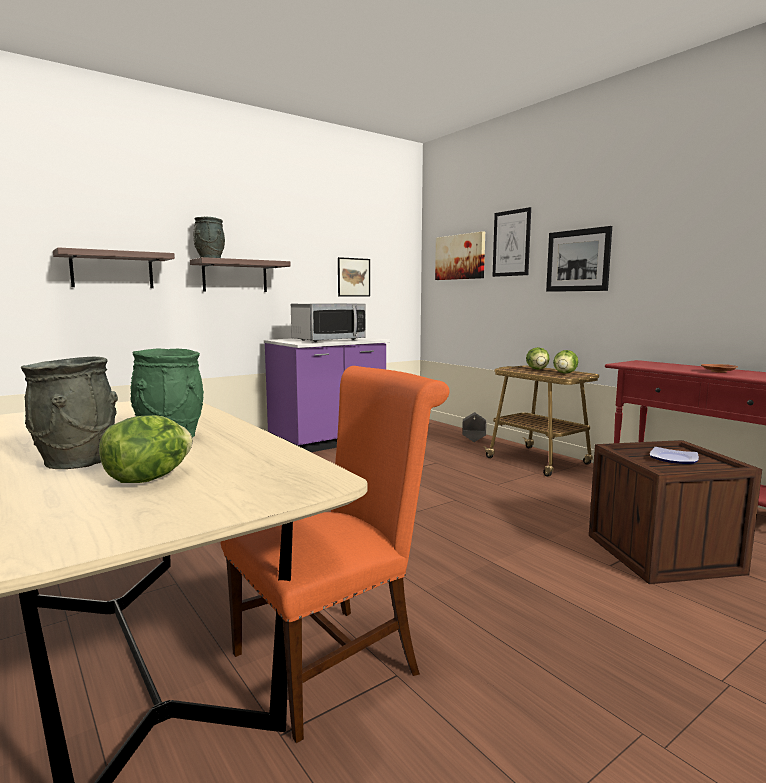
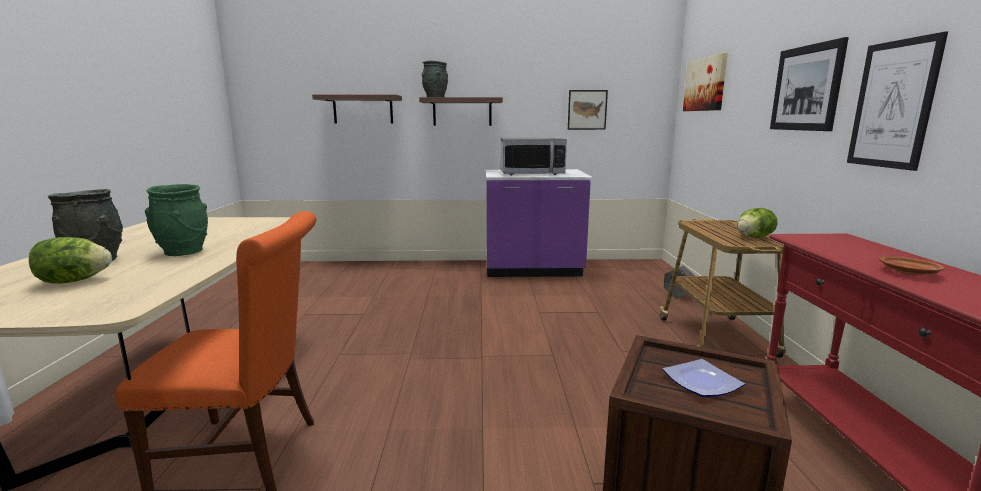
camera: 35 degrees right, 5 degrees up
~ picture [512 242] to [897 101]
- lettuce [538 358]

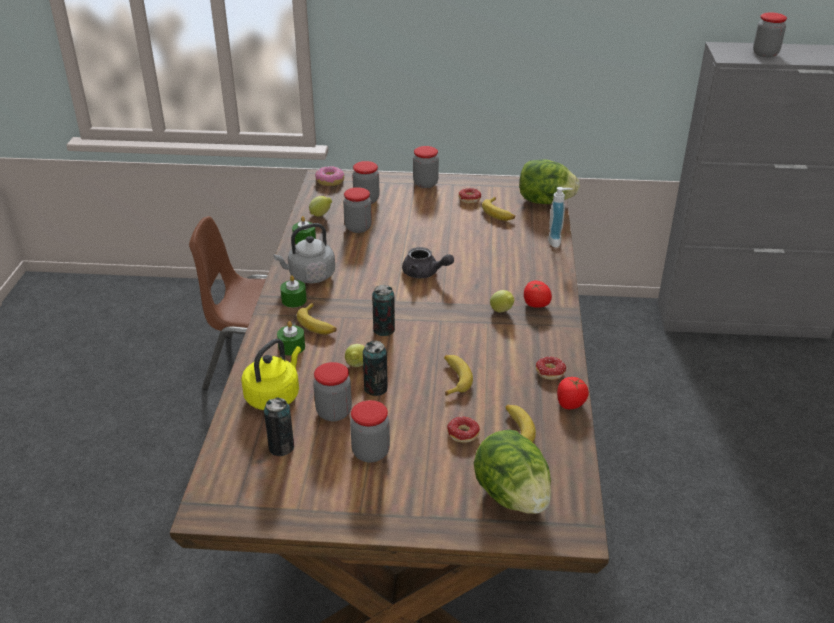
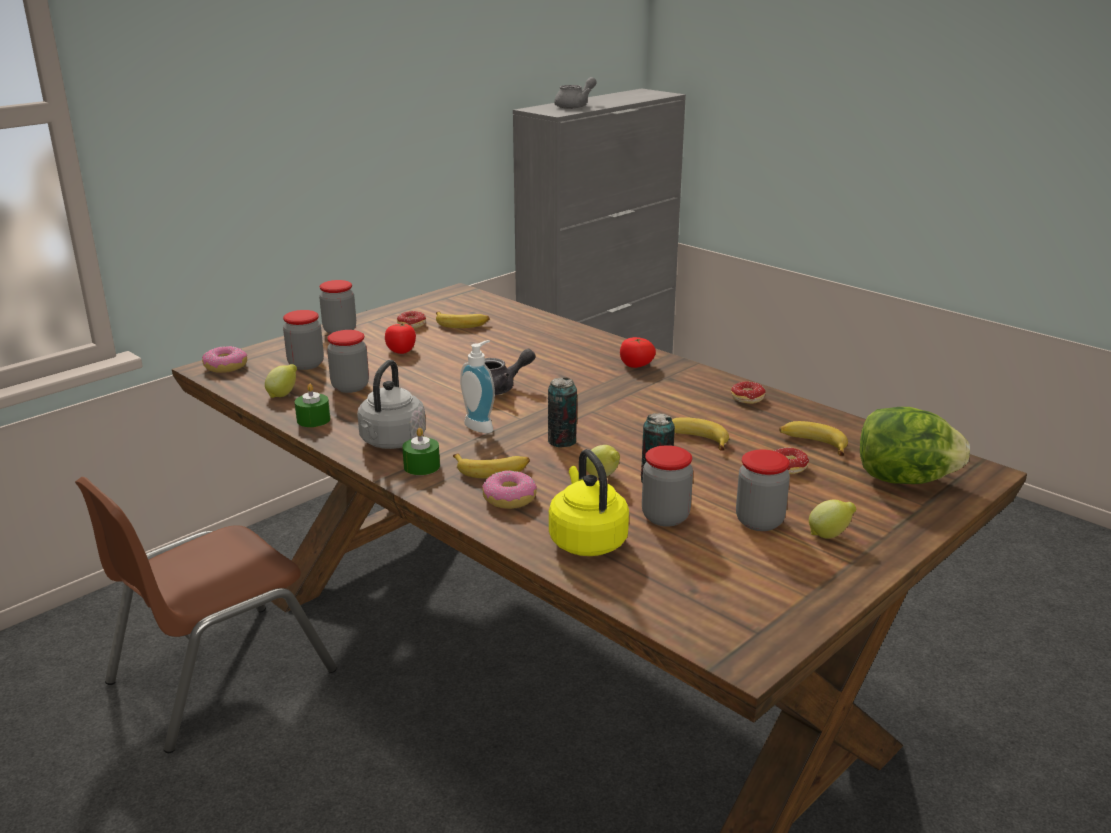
camera: 50 degrees left, 10 degrees down
~ jar [770 34] to grey teapot [575 93]
- lettuce [549 181]
~ soap dispenser [560 217] to [477 386]
~ lemon [502 301] to [832 519]
~ green candle [291 338] to donut [509 489]
~ tomato [573 393] to [400 338]
- can [279 426]

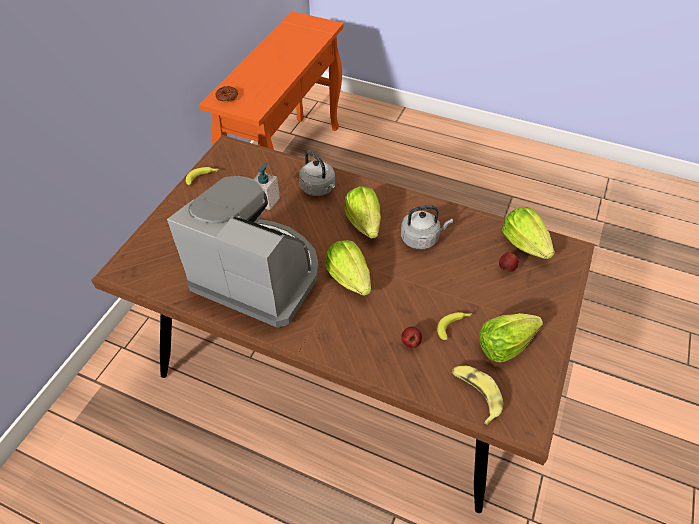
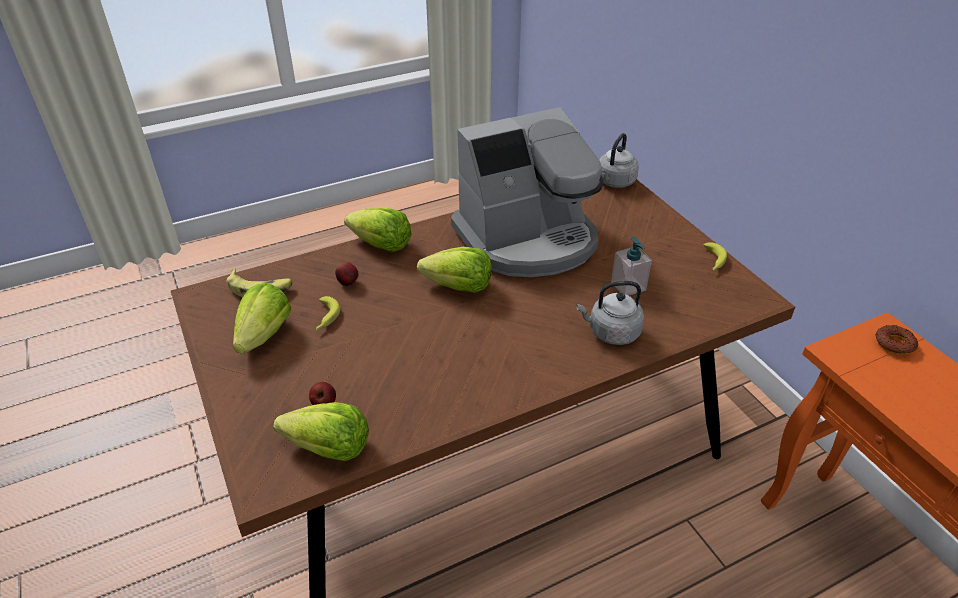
camera: 130 degrees right, 10 degrees down
~ lettuce [362 212] to [378 229]
~ grey kettle [427 227] to [619 160]

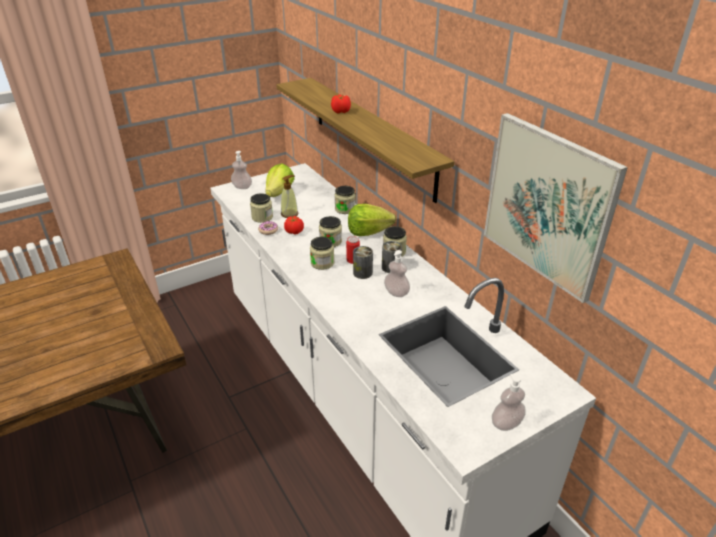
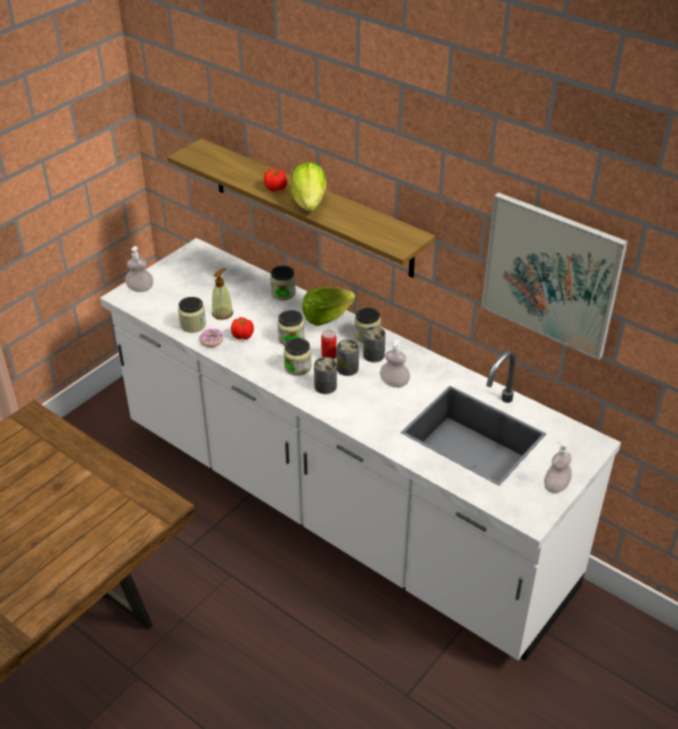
camera: 20 degrees left, 5 degrees up
~ lettuce [280 180] to [309 186]
+ can [325 375]

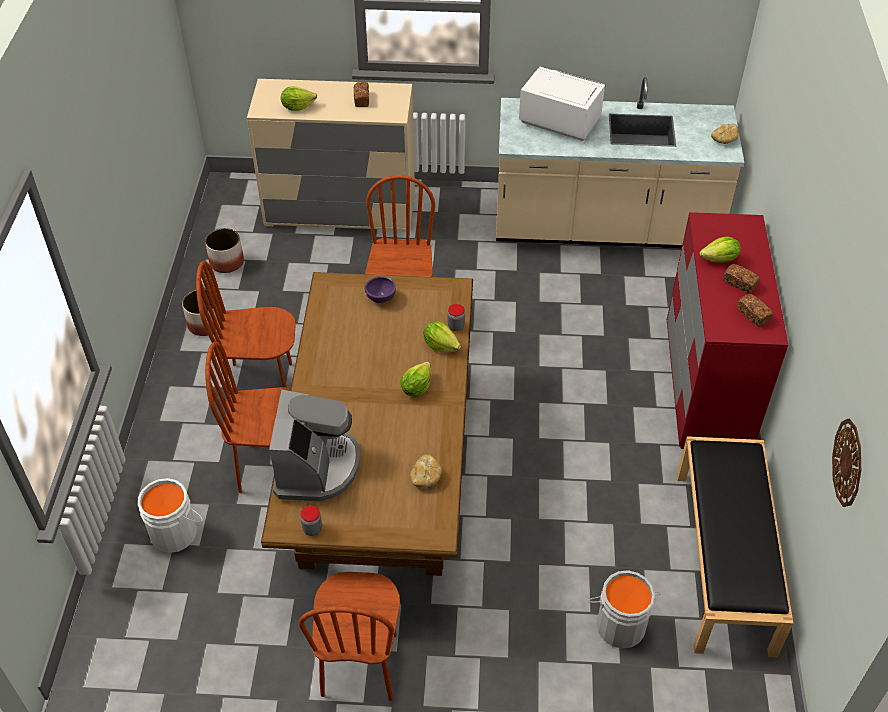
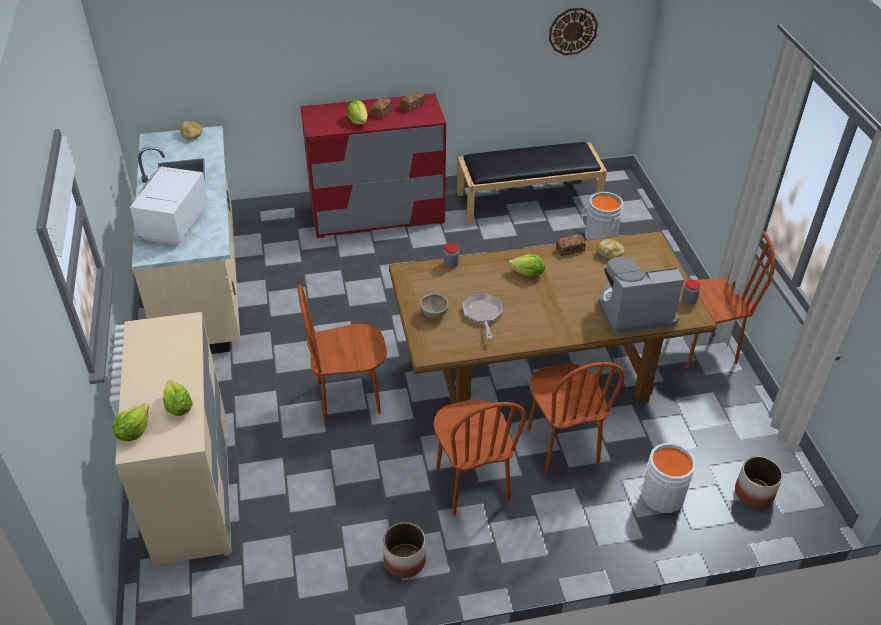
camera: 105 degrees left, 5 degrees down
~ bread [361 94] to [571 245]
~ planter [224 250] to [759 482]
~ purple bowl [380 289] to beige bowl [434 306]
~ lettuce [442 336] to [131 422]
+ frying pan [482 316]

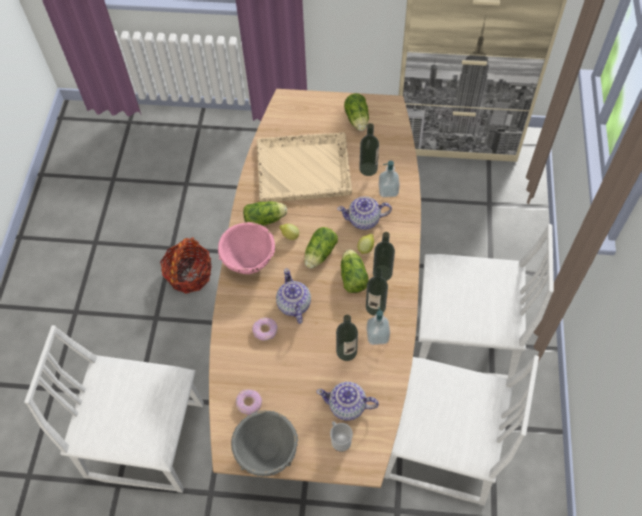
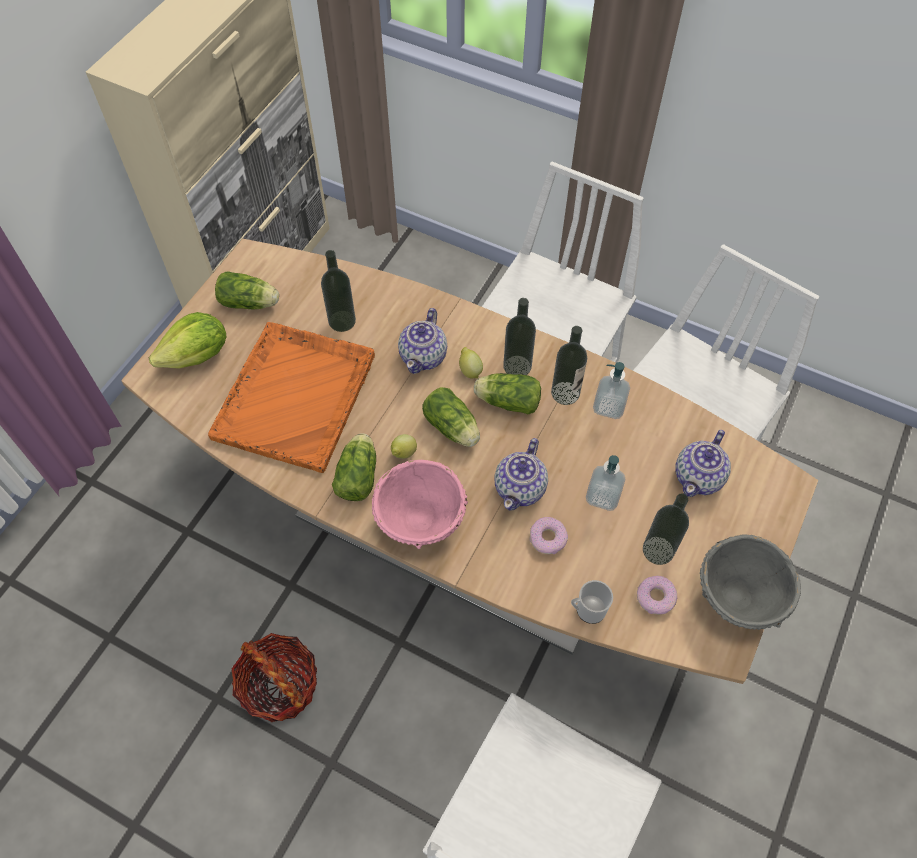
camera: 70 degrees left, 0 degrees up
~ beige tray [304 167] to orange tray [291 397]
~ soap dispenser [389 179] to [606 483]
~ teapot [293 296] = [521 474] 75 degrees counterclockwise
~ bottle [347 338] to [666 529]
~ mug [341 436] to [592 602]
+ lettuce [187 340]

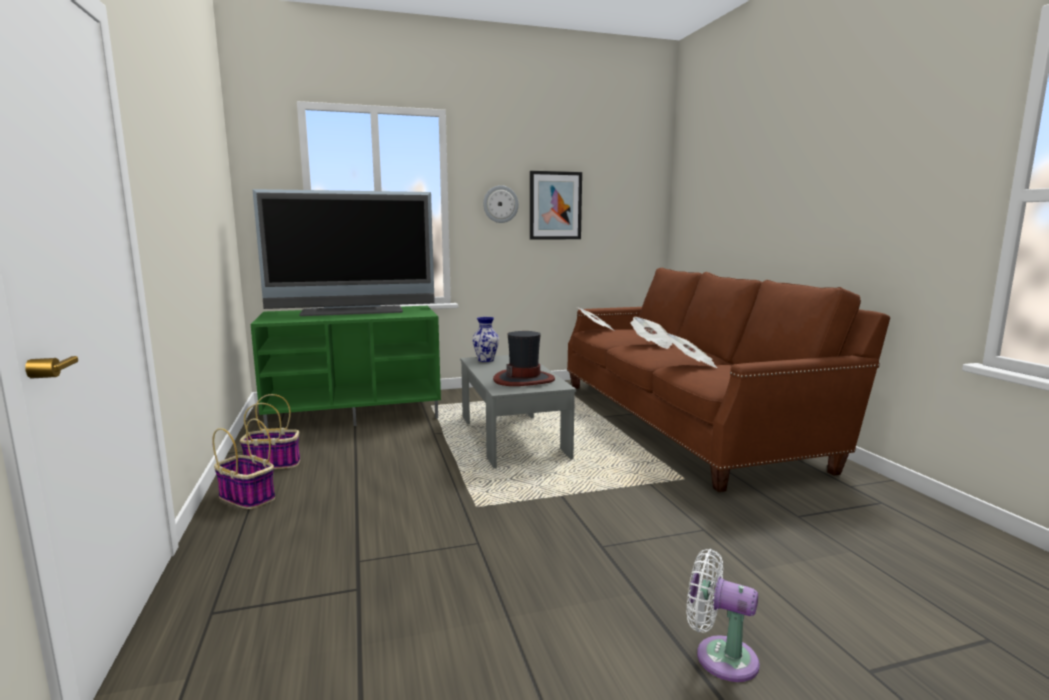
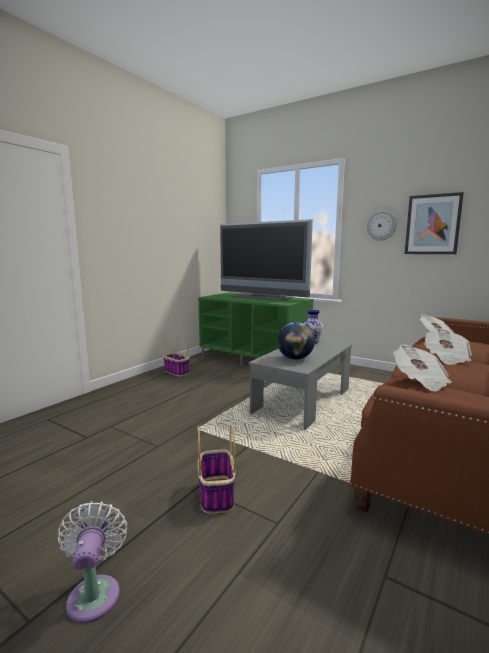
camera: 50 degrees right, 0 degrees up
~ hat [524 358] to globe [296 341]
~ basket [243 463] to [217 469]

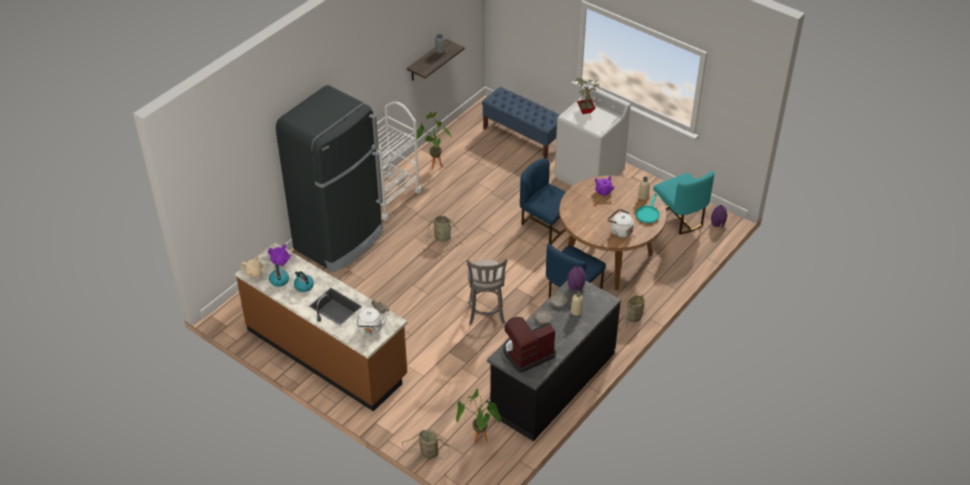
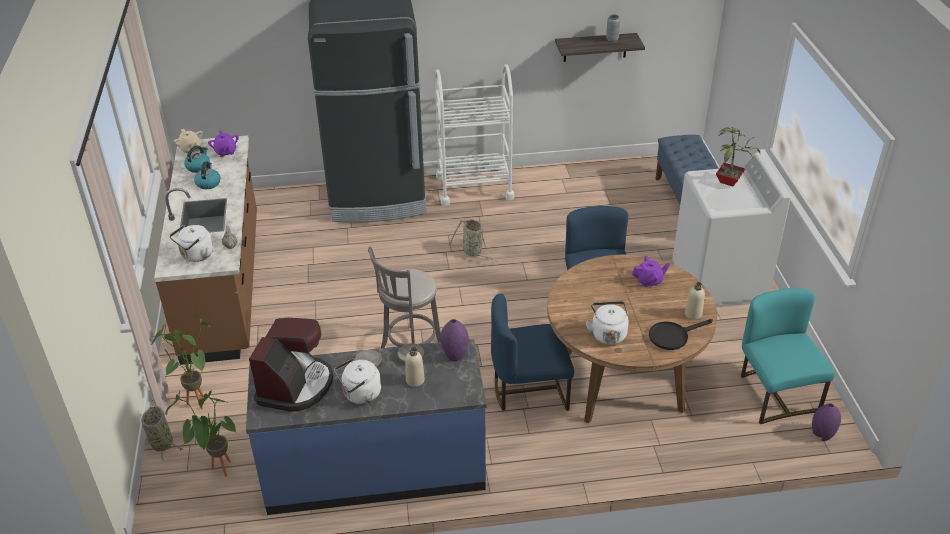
camera: 45 degrees right, 5 degrees down
~ potted plant [434 141] to [180 362]
~ turquoise chair [683 203] = [788 356] 150 degrees clockwise
~ turquoise frying pan [648 208] to black frying pan [681 334]
~ black counter [554 360] to blue counter [366 427]
- basket [632 313]
~ coffee machine [529 345] = [291 365] 90 degrees clockwise
+ white kettle [357 381]

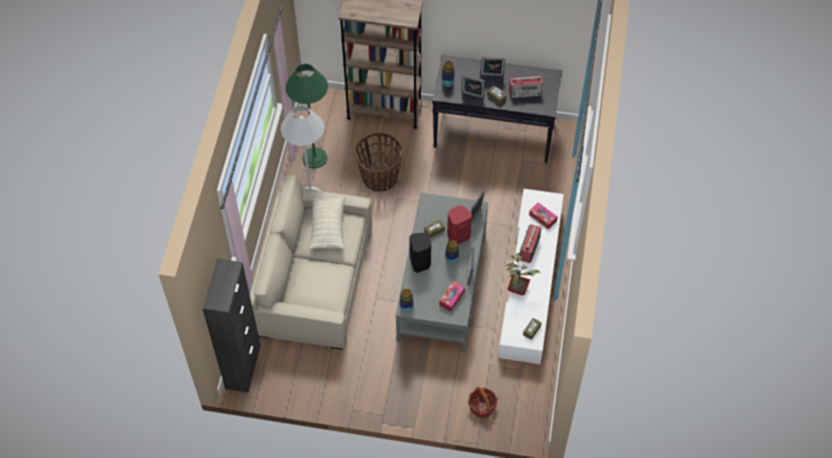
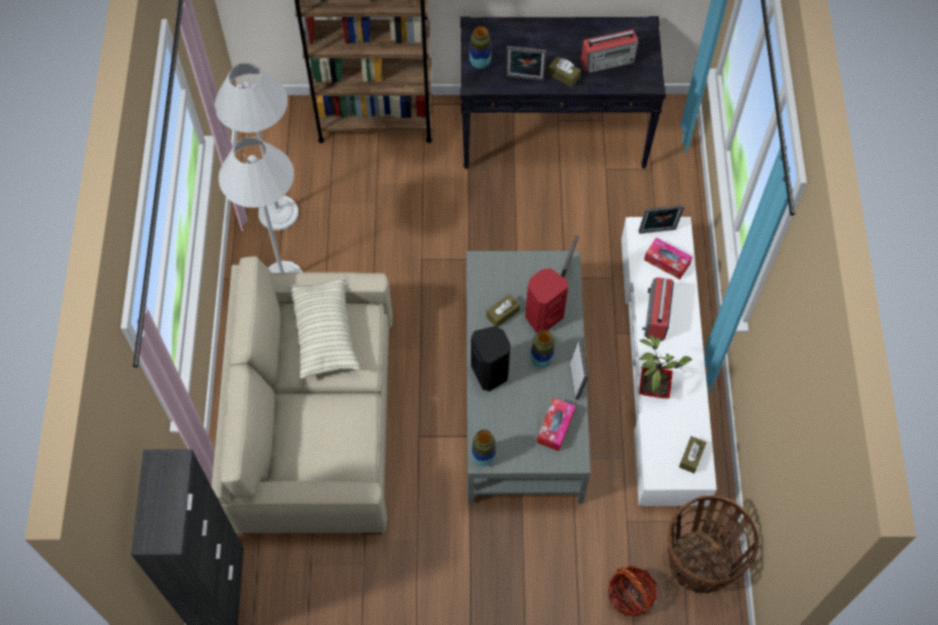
camera: 10 degrees left, 5 degrees up
~ picture frame [493 67] to [661 219]
~ green floor lamp [307 116] to white floor lamp [257 147]
~ basket [379 162] to [713 544]

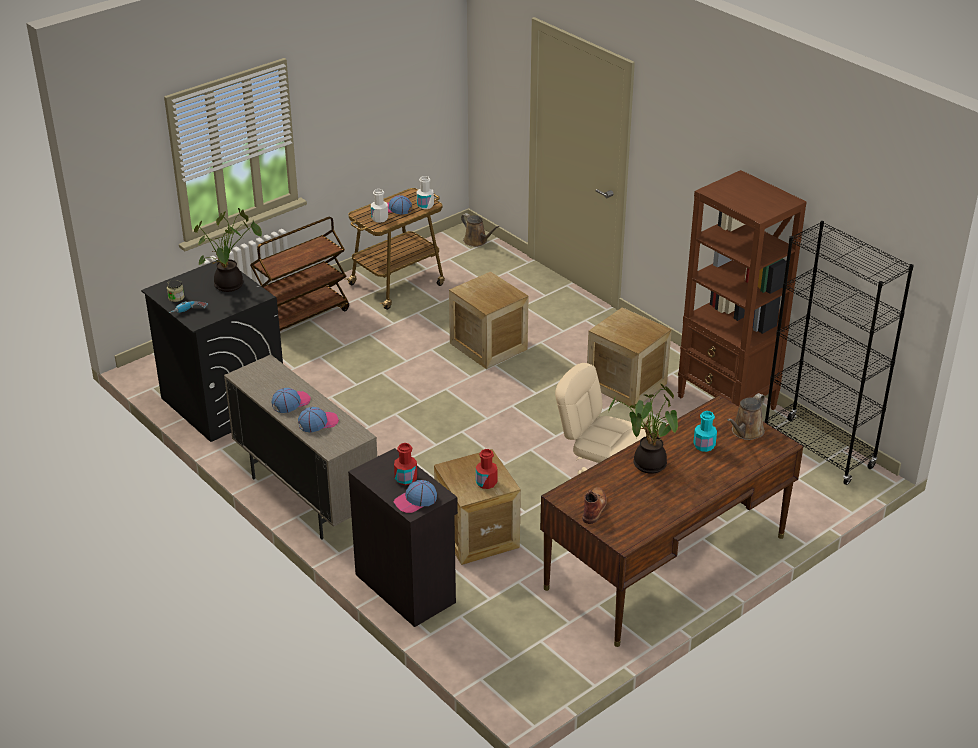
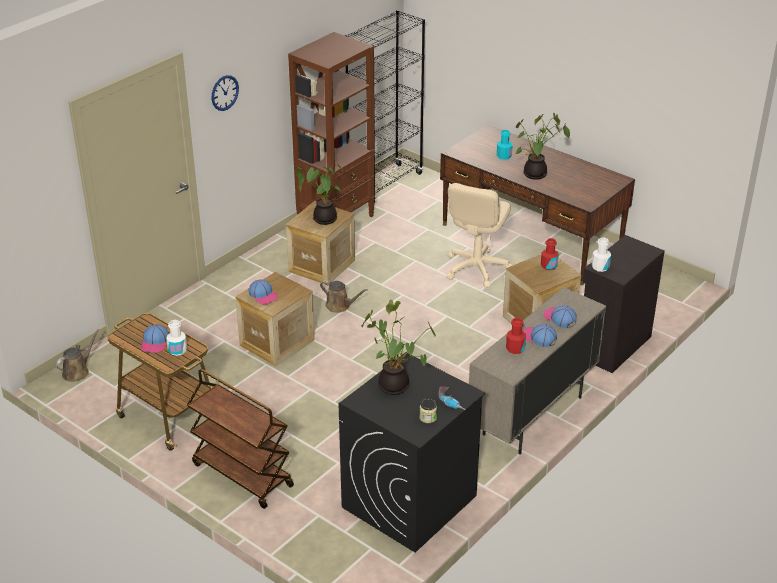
camera: 100 degrees left, 0 degrees up
~ white bottle [425 192] to [601 254]
~ brown watering can [746 416] to [344 296]
~ red bottle [405 464] to [516 336]
~ cap [415 496] to [263 292]
- brown boot [594 505]
+ wall clock [225 93]
+ potted plant [320 194]

